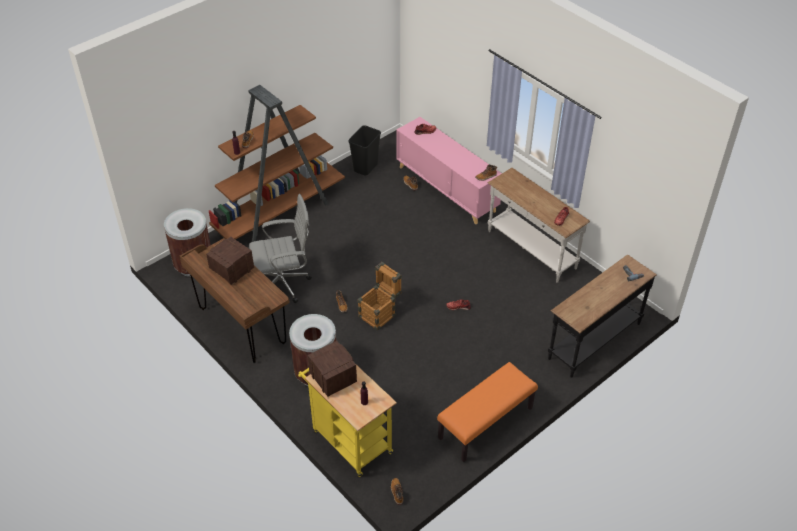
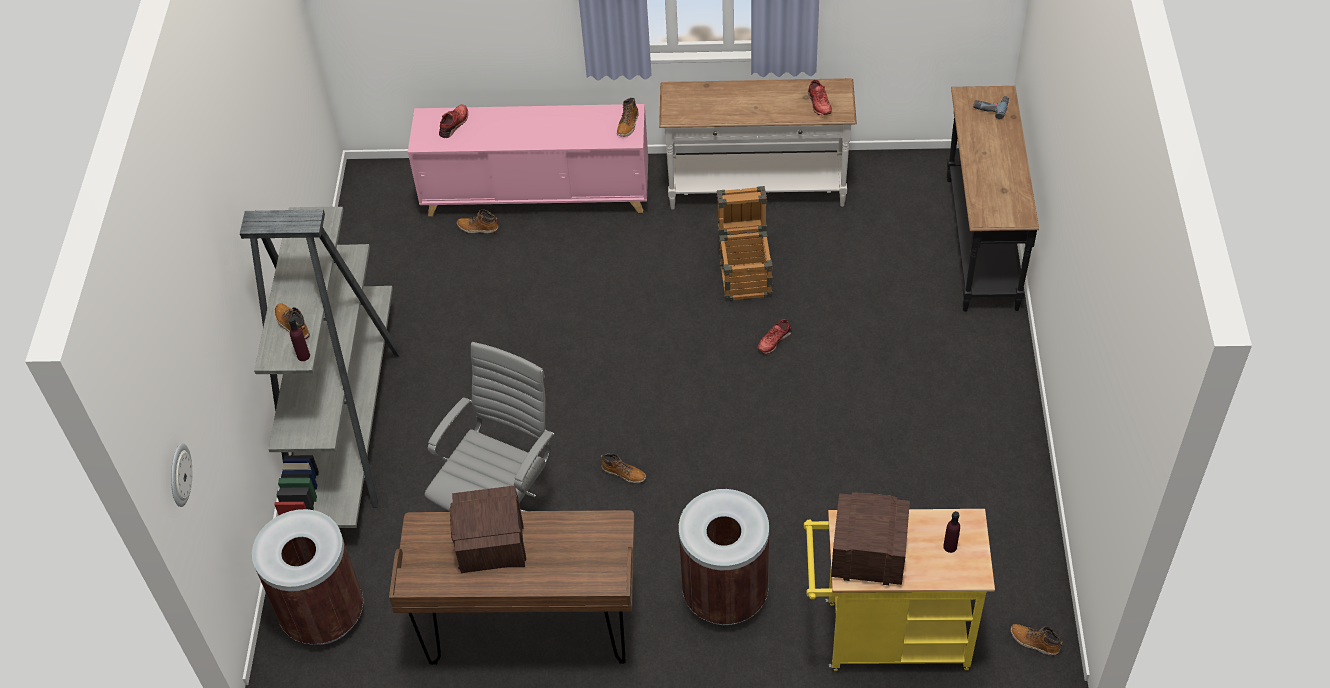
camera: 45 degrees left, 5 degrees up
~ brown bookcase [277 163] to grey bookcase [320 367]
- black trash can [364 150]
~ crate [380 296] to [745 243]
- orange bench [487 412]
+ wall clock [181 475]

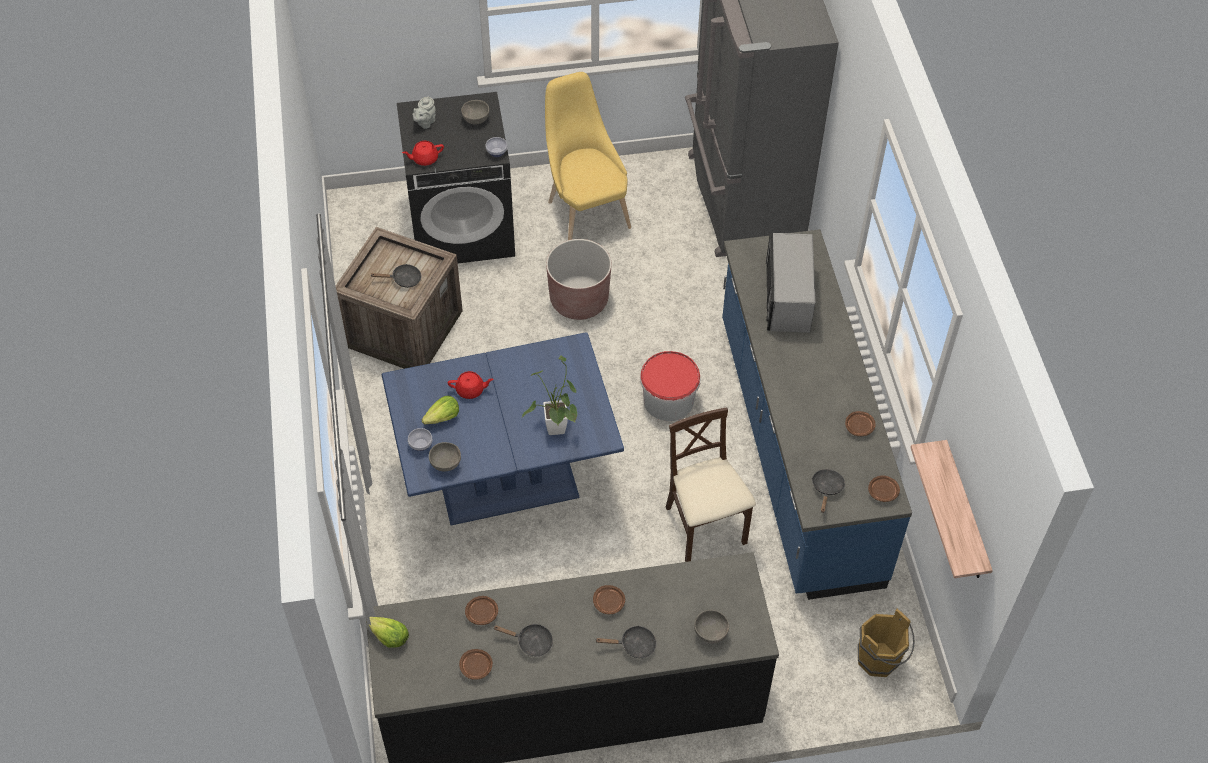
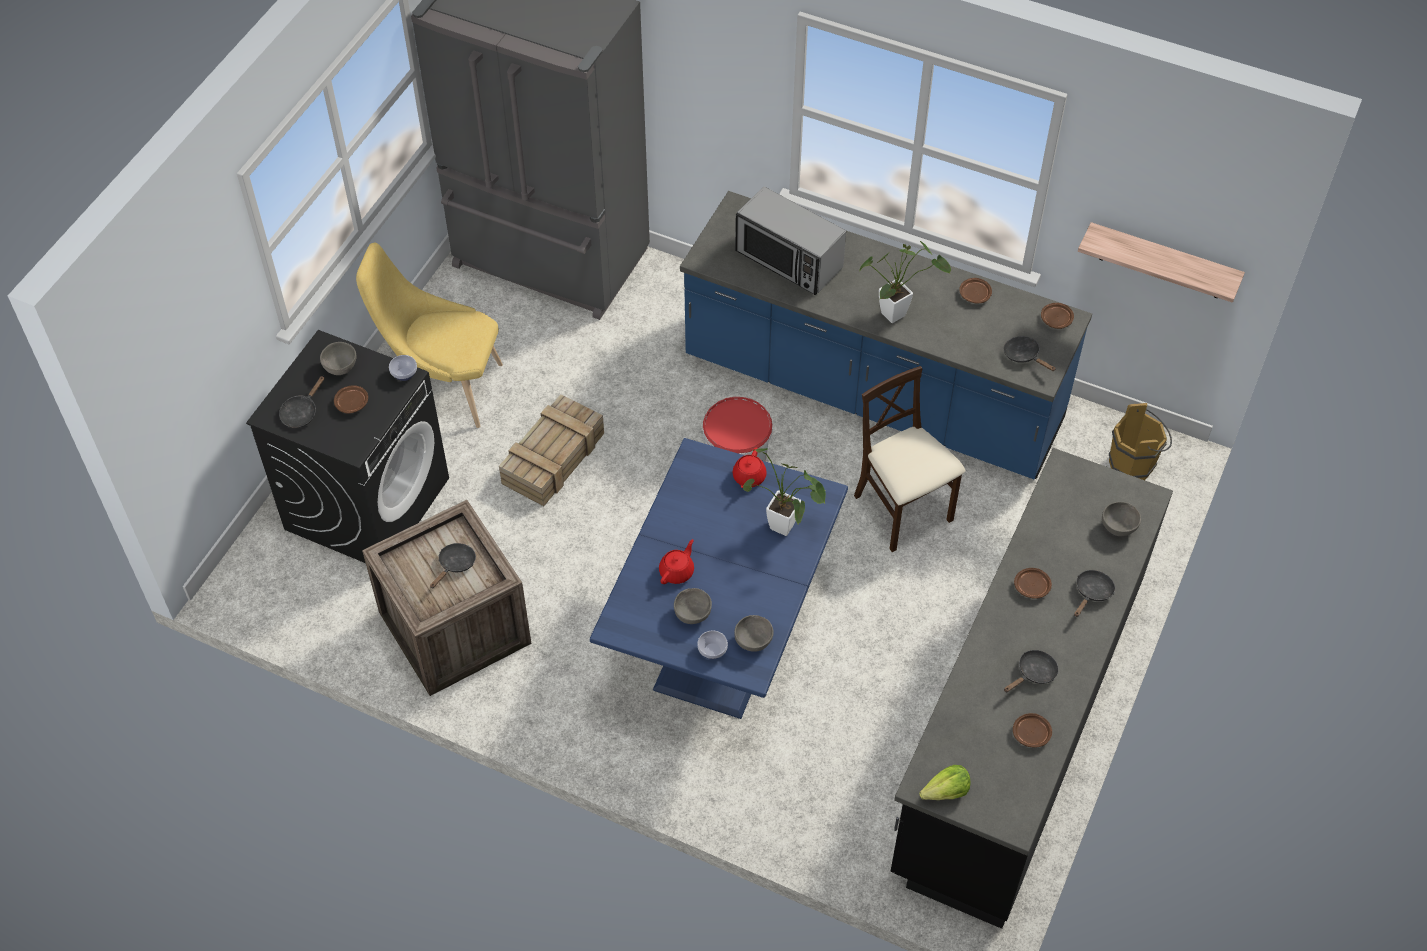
camera: 55 degrees left, 0 degrees up
~ grey teapot [424 112] to black frying pan [302 402]
~ red teapot [423 153] to [749 468]
~ brown planter [579 279] to crate [551 450]
~ lettuce [440 410] to grey bowl [693 606]
~ beige chair [711 485] = [909 459] 45 degrees clockwise
~ brown plate [481 610] to [351 399]
+ potted plant [905 282]

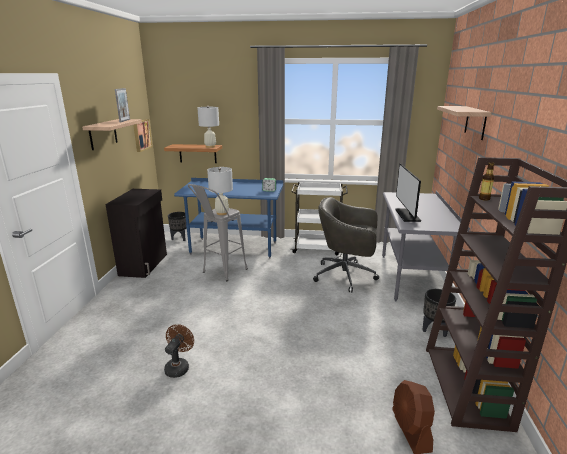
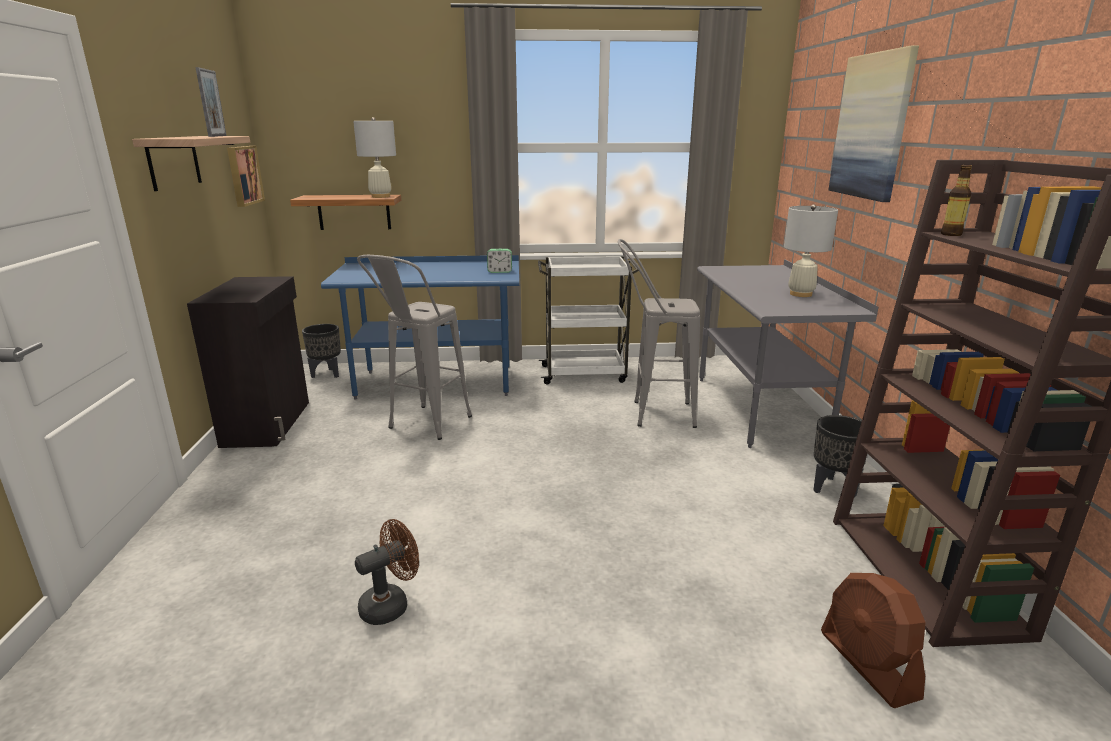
camera: 10 degrees left, 0 degrees up
~ shelf [464 123] to picture [873 123]
- monitor [408 193]
~ white table lamp [220 191] to [811 250]
~ grey office chair [346 244] to grey stool [659 333]
~ brown fan [179 351] = [387 572] 45 degrees clockwise

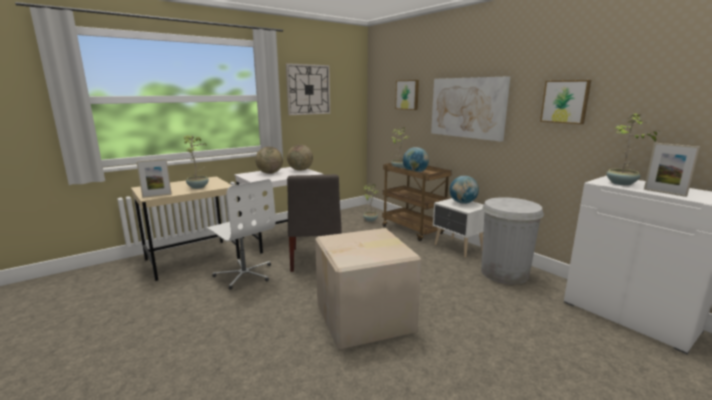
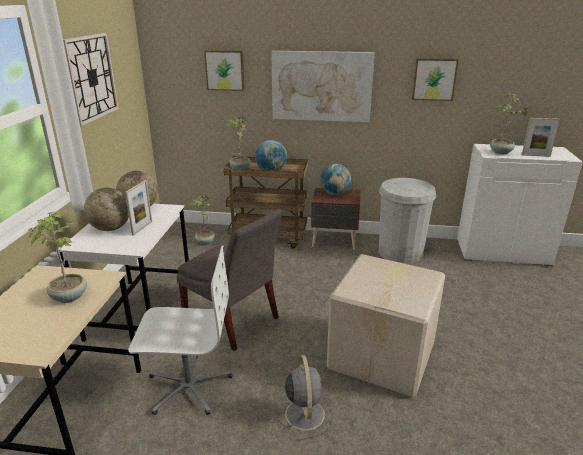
camera: 45 degrees left, 10 degrees up
~ picture frame [154 178] to [138 208]
~ white nightstand [458 228] to brown nightstand [335 219]
+ grey fan [304 398]

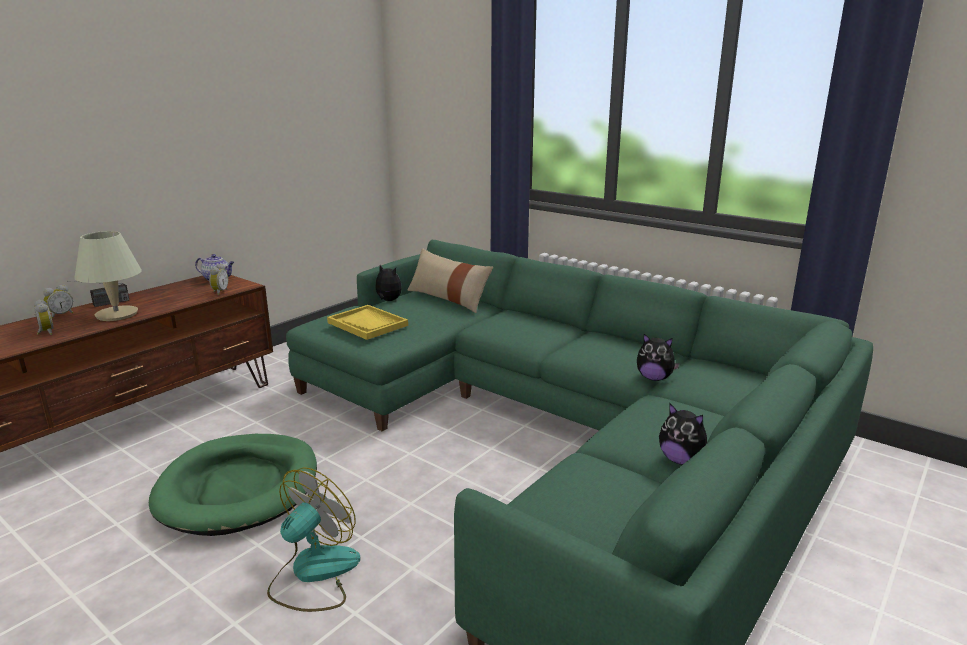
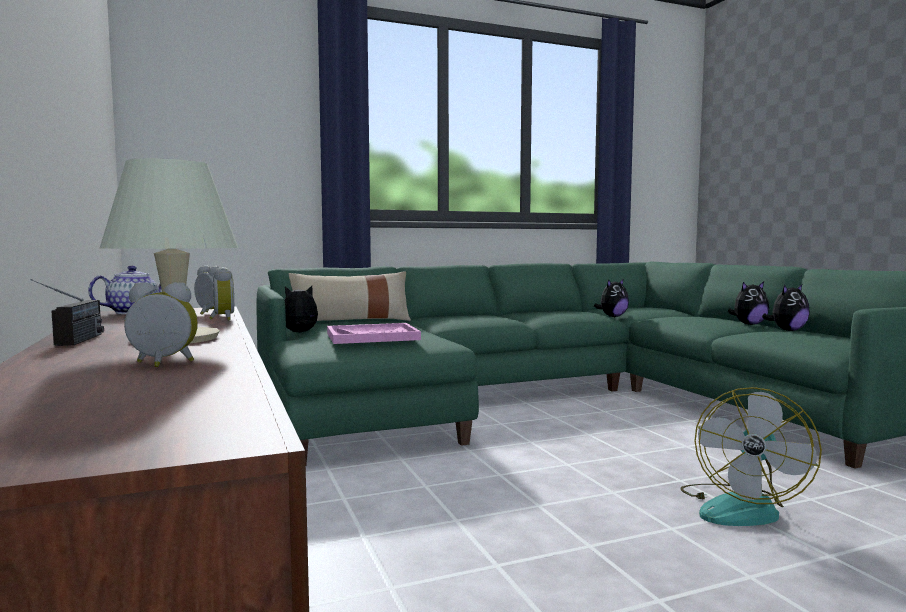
camera: 60 degrees left, 15 degrees down
~ alarm clock [58 302] to [221 293]
~ yellow tray [367 322] to pink tray [374 333]
- green dog bed [233 485]
~ fan [314 539] = [751 456] 120 degrees counterclockwise
+ plush toy [786 307]

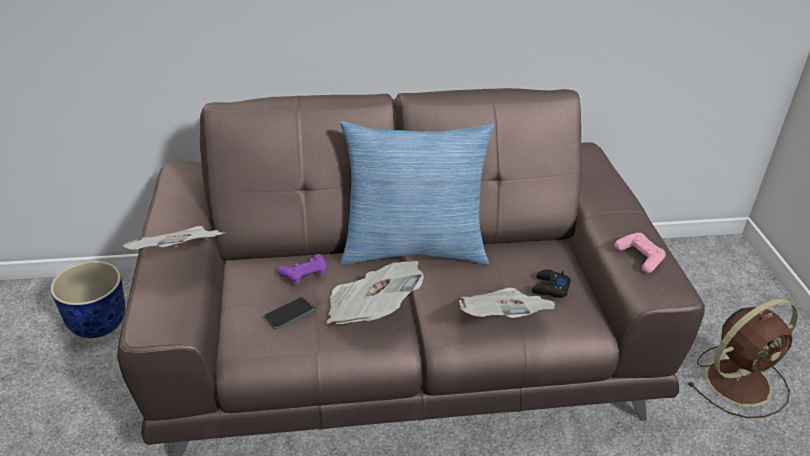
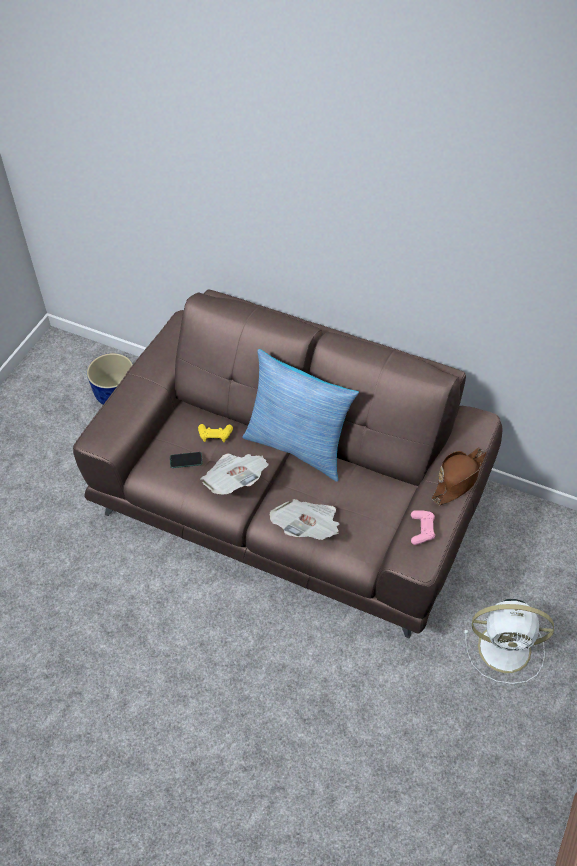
camera: 35 degrees right, 15 degrees up
- newspaper [174 238]
~ purple game controller [302 269] to yellow game controller [215 433]
- black game controller [551 283]
~ brown fan [743 358] to white fan [509 641]
+ brown hat [459 476]

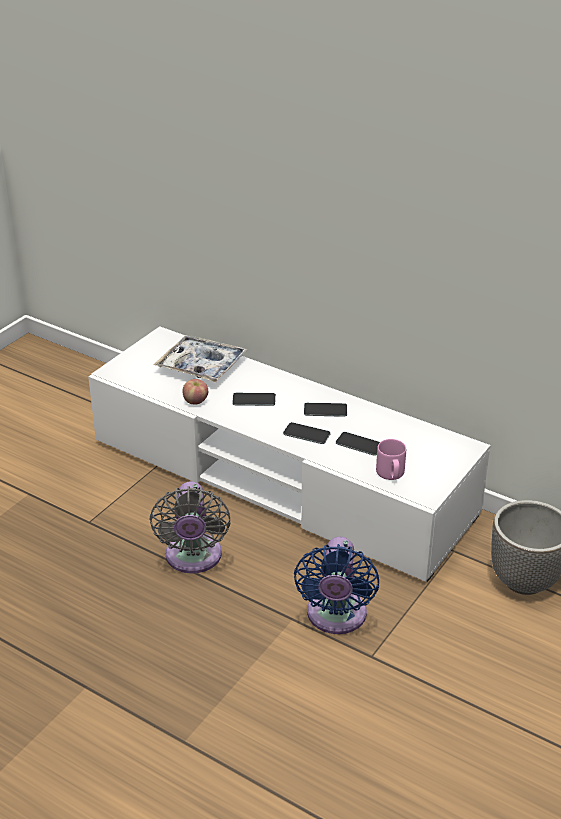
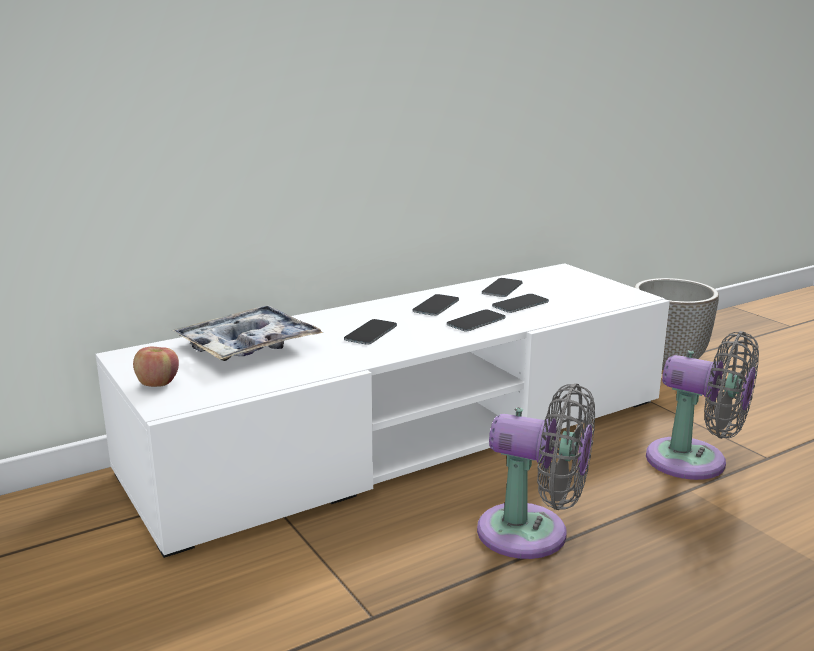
camera: 65 degrees left, 15 degrees down
~ apple [195 392] to [156 367]
- pink mug [391 459]
~ blue fan [336 585] to grey fan [702 405]
+ phone [502 287]

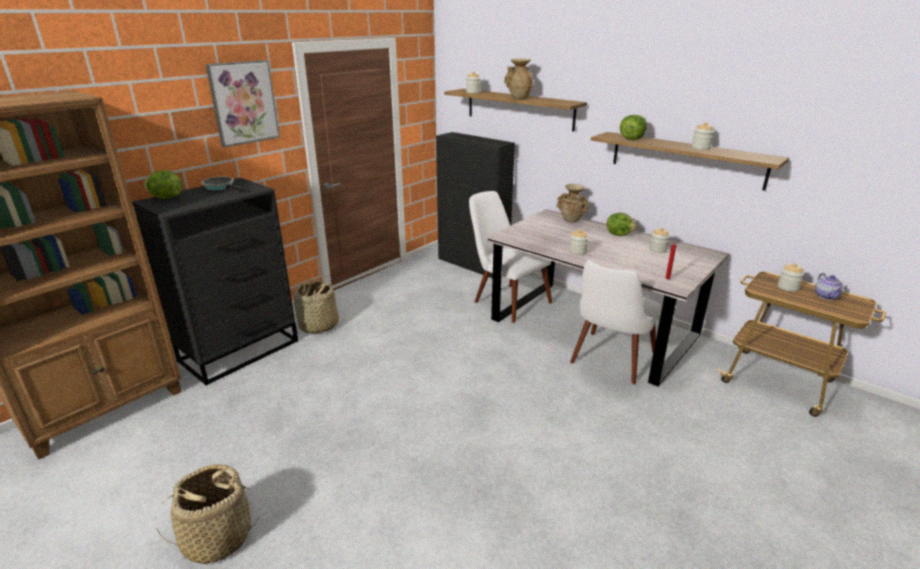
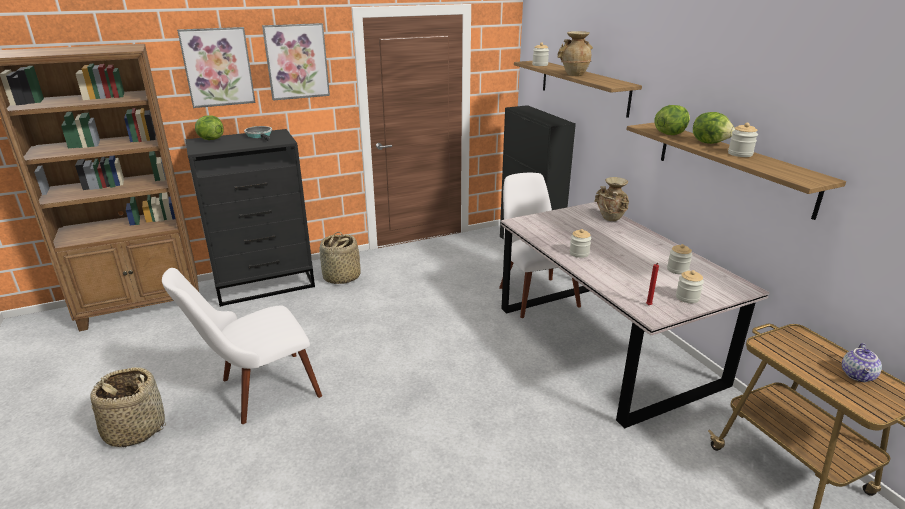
camera: 25 degrees right, 0 degrees up
~ lettuce [622 224] to [714 128]
~ white chair [616 322] to [242 346]
~ jar [791 277] to [690 286]
+ picture [216 67]

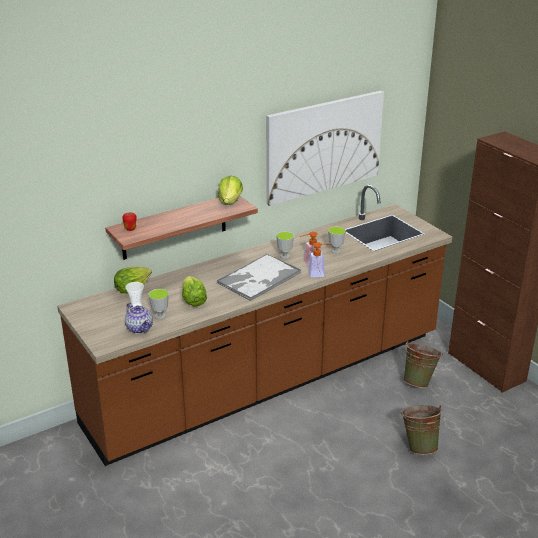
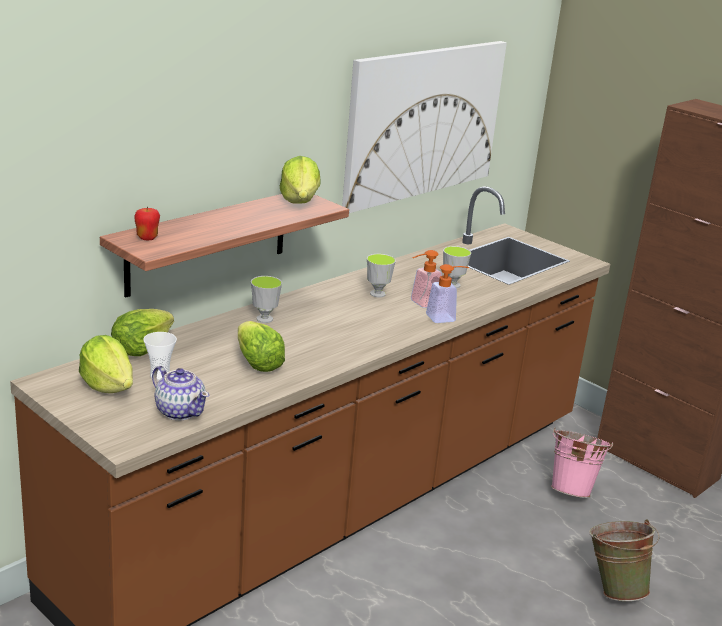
camera: 15 degrees left, 5 degrees down
- tray [258 277]
~ cup [158 304] to [266 299]
~ green bucket [423 364] to pink bucket [582 462]
+ lettuce [106 364]

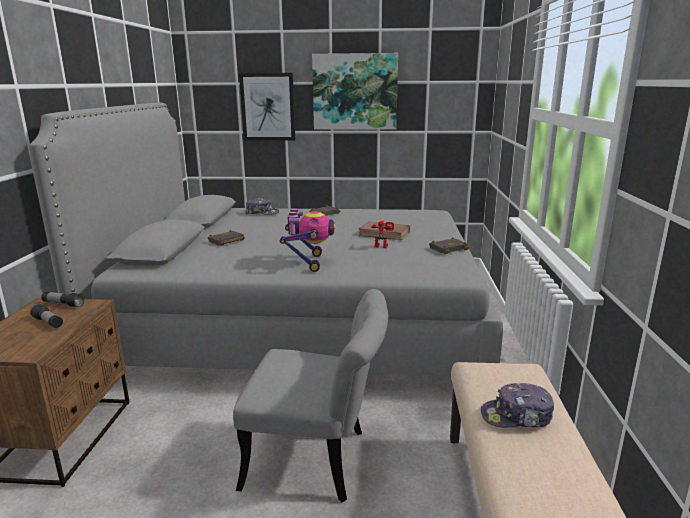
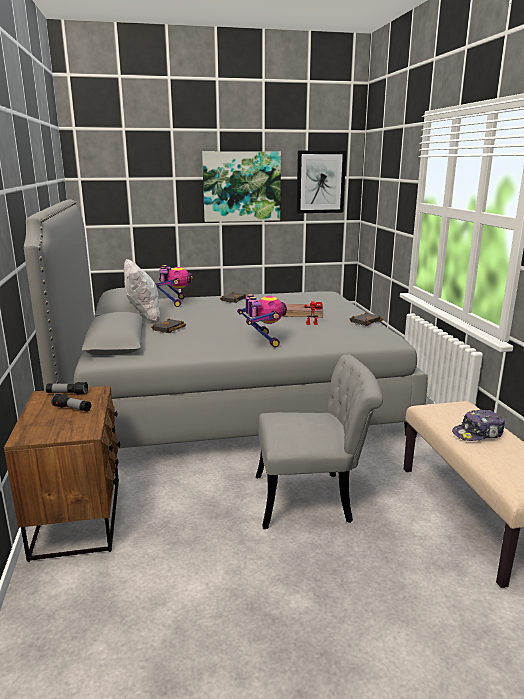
camera: 15 degrees left, 0 degrees up
~ picture [267 107] to [321 182]
~ cap [262 206] to toy robot [174 286]
+ white pillow [142 291]

